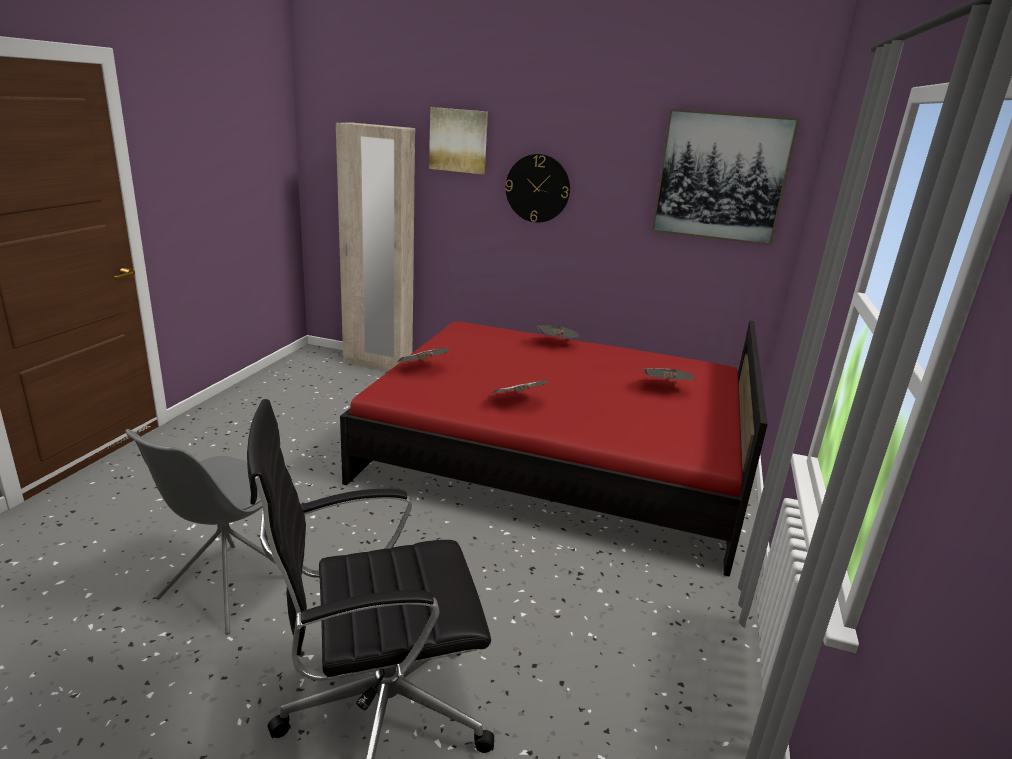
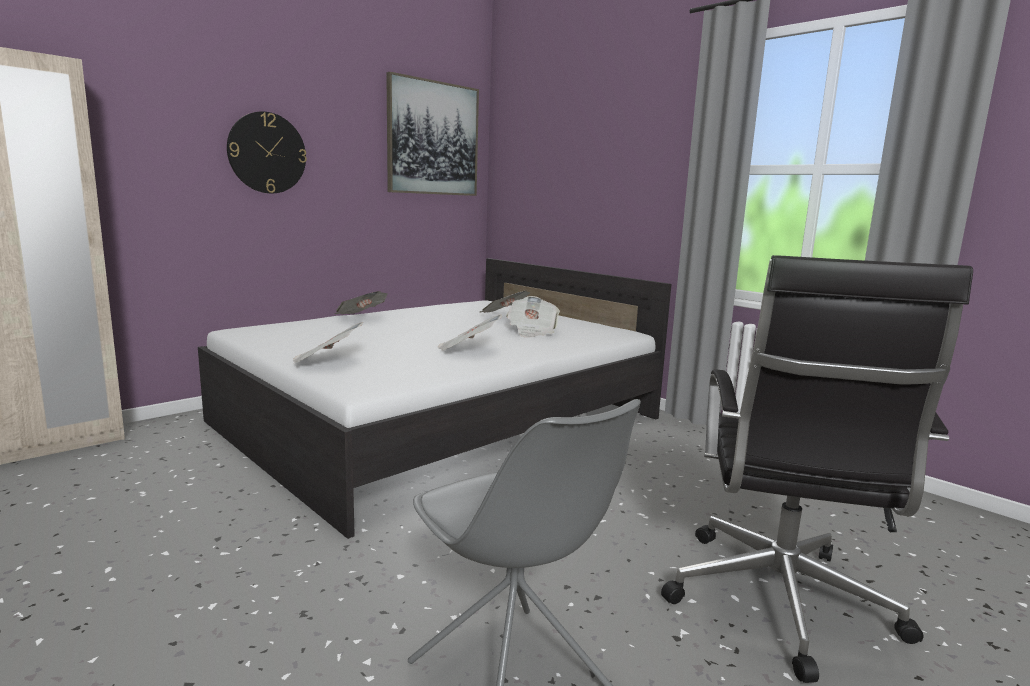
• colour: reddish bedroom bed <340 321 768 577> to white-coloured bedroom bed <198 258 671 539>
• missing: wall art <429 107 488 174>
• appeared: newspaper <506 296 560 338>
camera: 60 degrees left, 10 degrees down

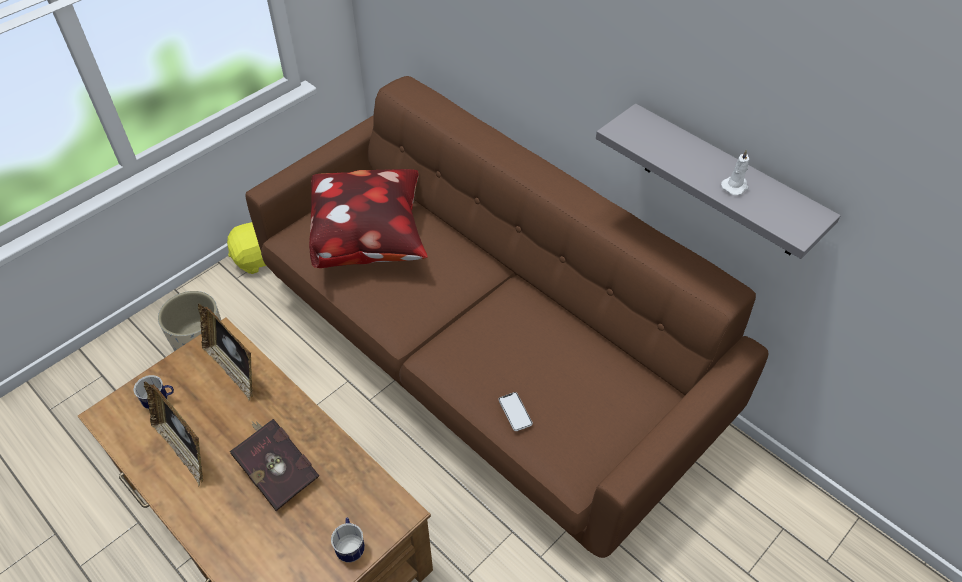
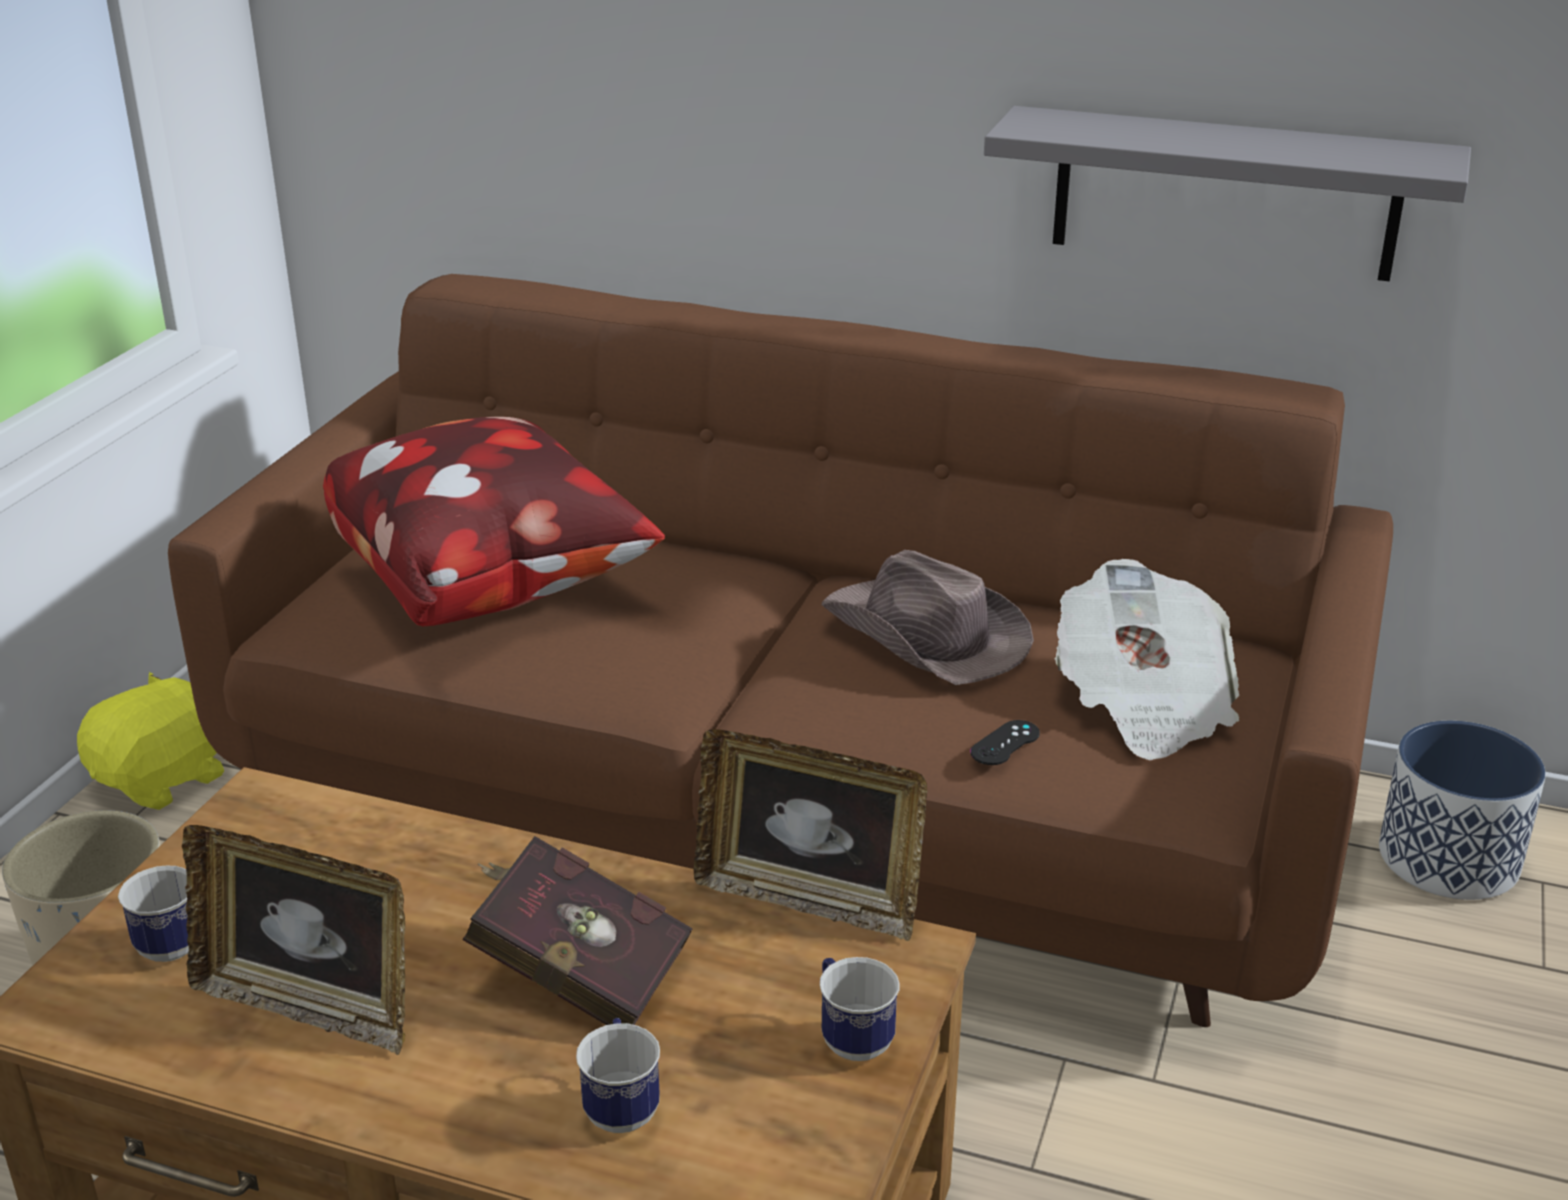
• relocated: photo frame <198 304 253 401> to <694 729 927 941>
• exchanged: phone <498 392 533 431> to black-coloured gamepad <970 720 1040 765>
• missing: white-coloured wax candle <721 149 749 195>
• appeared: coffee mug <576 1018 660 1133>
• appeared: brownish hat <822 550 1034 685>
• appeared: newspaper <1055 559 1239 760>
• appeared: plant pot <1379 721 1546 900>
camera: 25 degrees left, 20 degrees down

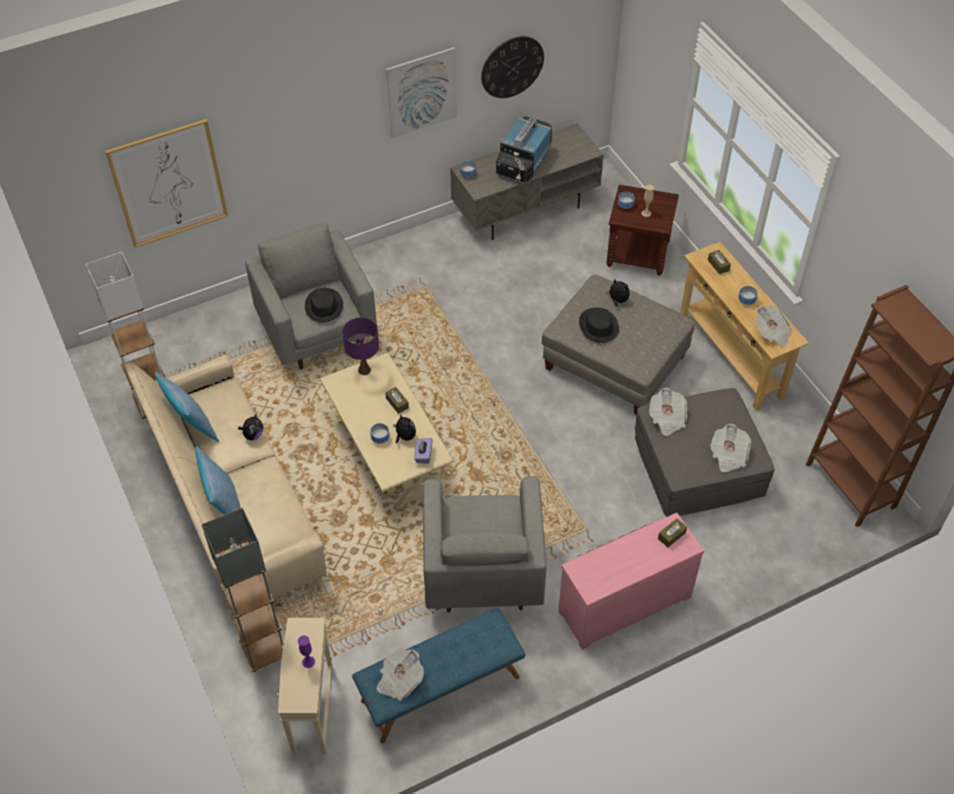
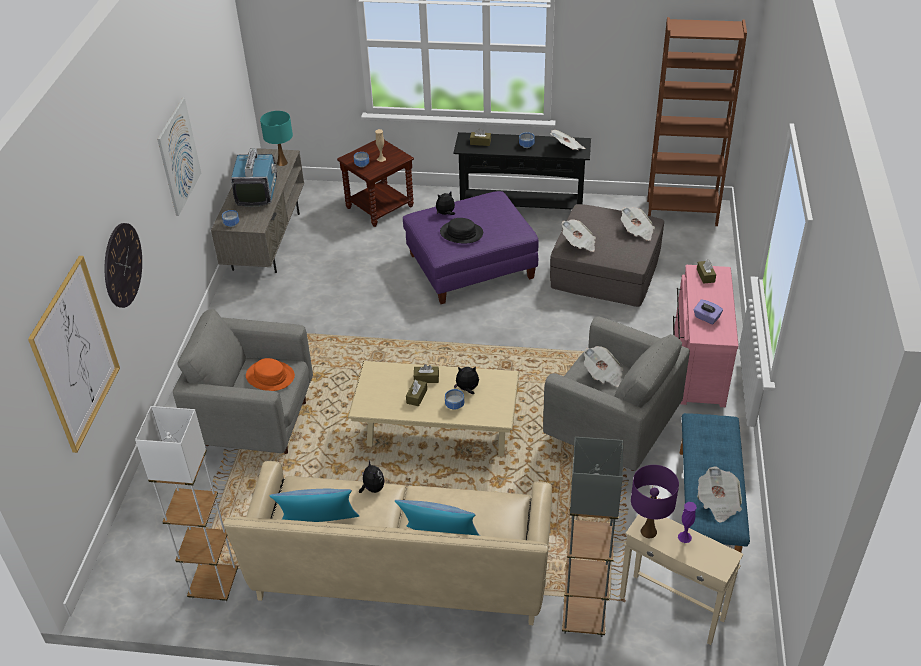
• colour: black-coloured hat <305 288 343 323> to orangey hat <246 358 295 391>
• relocated: purple lamp for a table <342 318 379 375> to <631 465 679 538>
• relocated: purple box of tissues <414 438 432 464> to <694 299 723 325>
• relocated: hanging clock <481 36 544 98> to <105 223 142 308>
• spun: television <496 116 552 183> = <231 148 277 207> 150 degrees counterclockwise
• colour: greyish ottoman <542 275 695 415> to purple ottoman <403 191 538 304>
• colour: beige-coloured narrow table <680 241 809 410> to black-coloured narrow table <454 132 591 209>
• appeared: turquoise lamp for a table <260 111 293 166>
• appeared: brownish box of tissues <406 380 427 406>
• appeared: newspaper <584 346 623 387>
camera: 55 degrees left, 10 degrees down

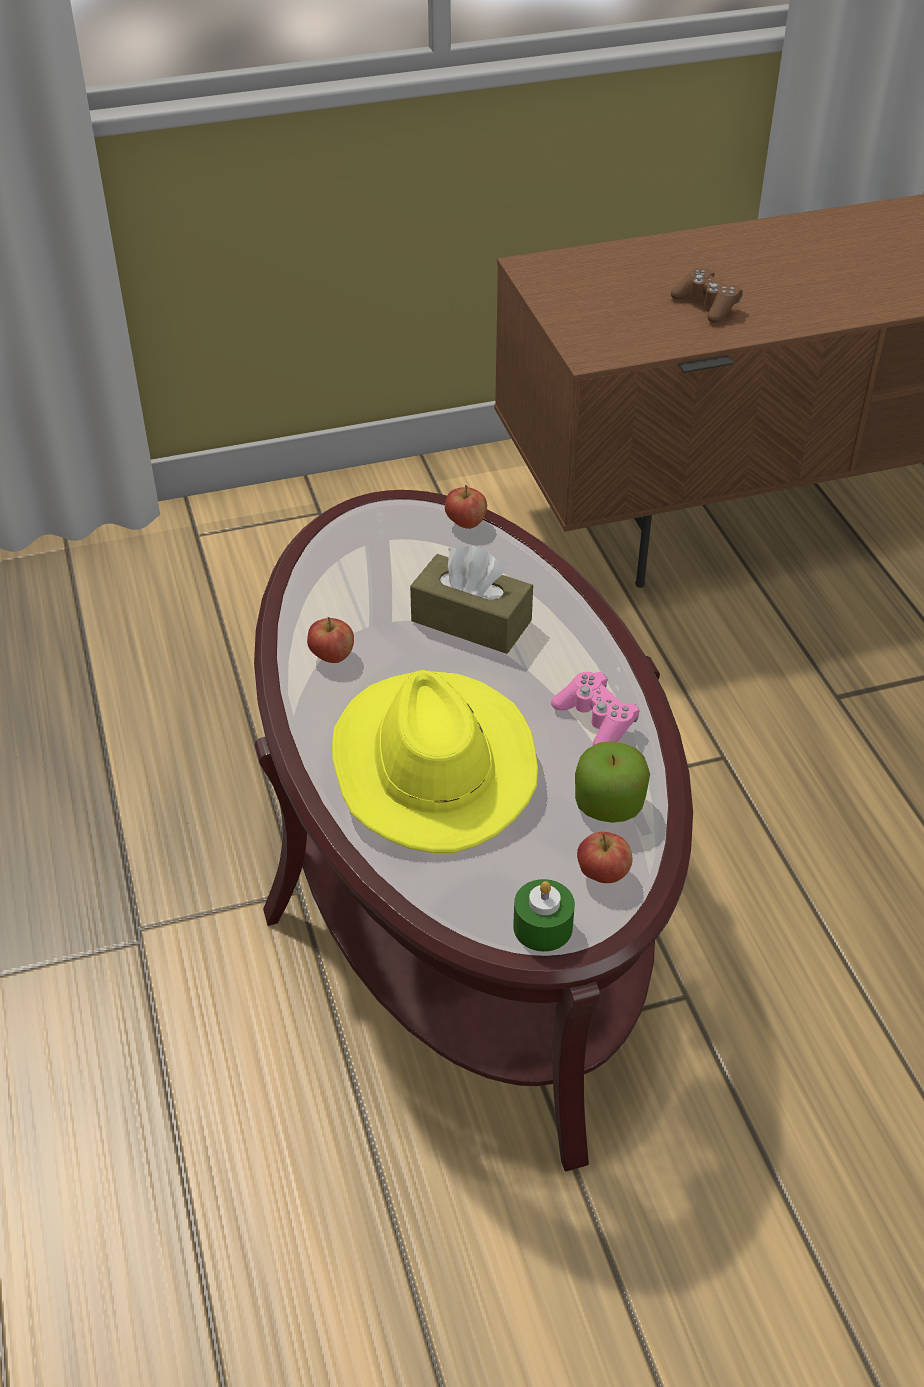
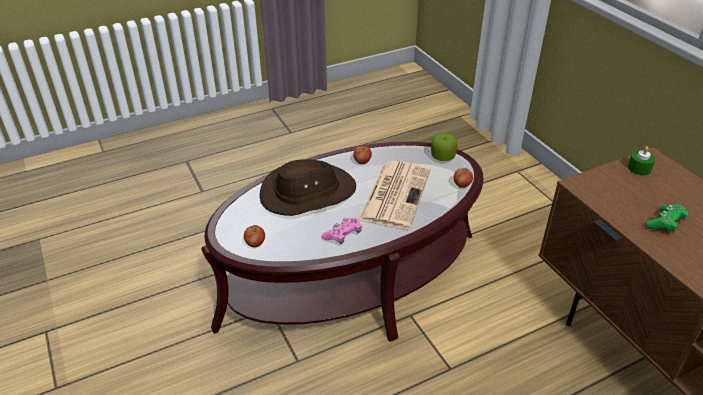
• colour: yellow hat <332 670 538 853> to brownish hat <260 159 356 216>
• exchanged: brownish box of tissues <410 545 533 654> to newspaper <359 161 431 229>
• relocated: greenish wax candle <513 879 575 952> to <628 146 656 176>
• relocated: whole apple <575 741 650 823> to <431 132 458 161>
• colour: brownish gamepad <671 268 743 323> to greenish gamepad <645 204 689 233>
camera: 80 degrees right, 5 degrees down

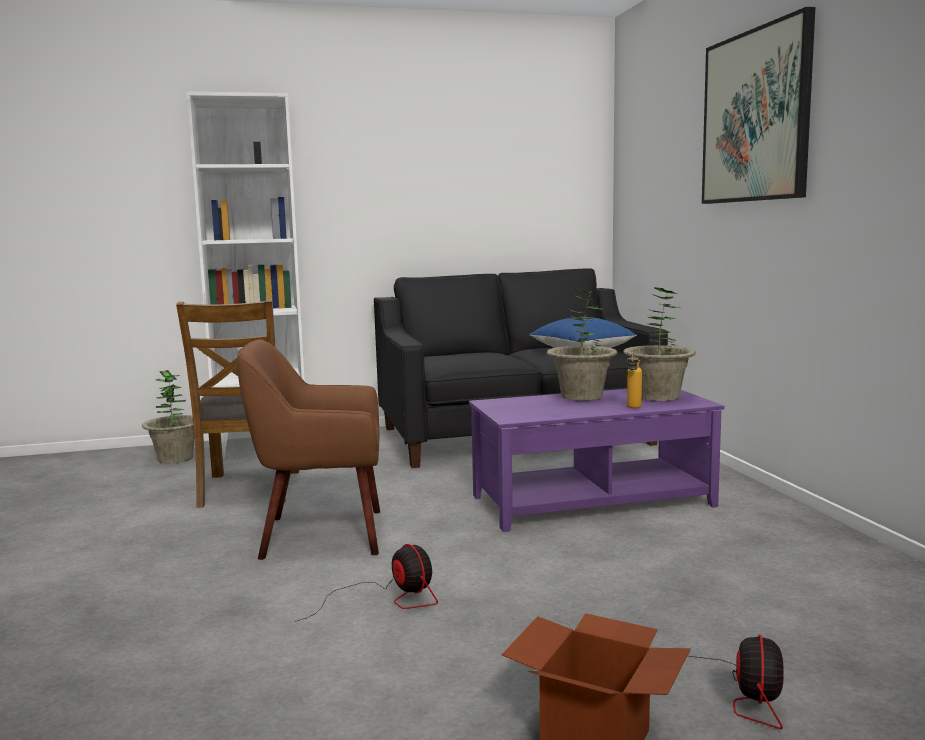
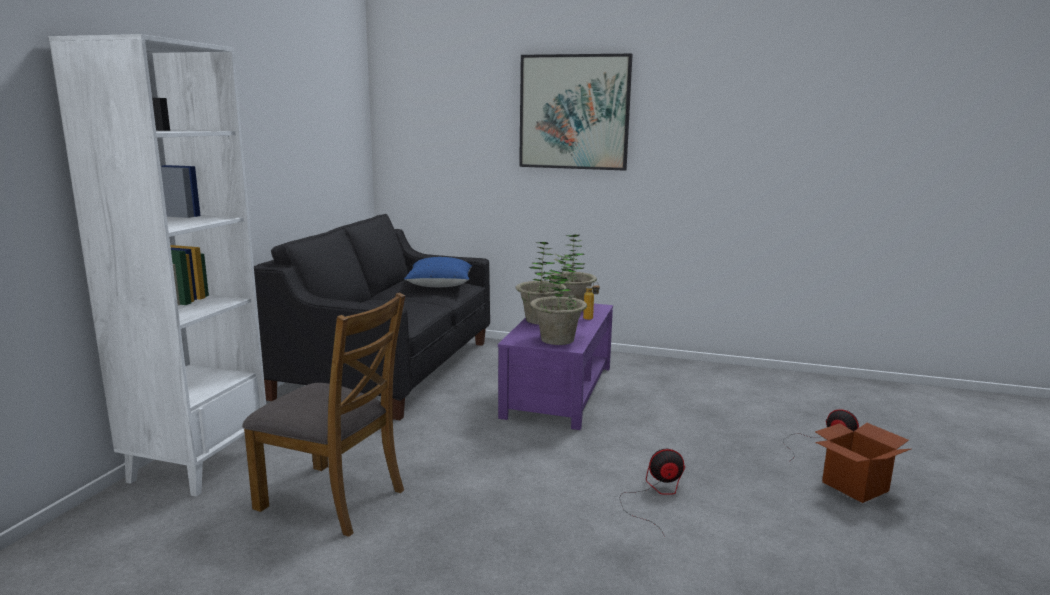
• relocated: potted plant <142 370 195 464> to <530 254 587 345>
• missing: brownish armchair <237 339 380 560>
camera: 60 degrees left, 5 degrees up

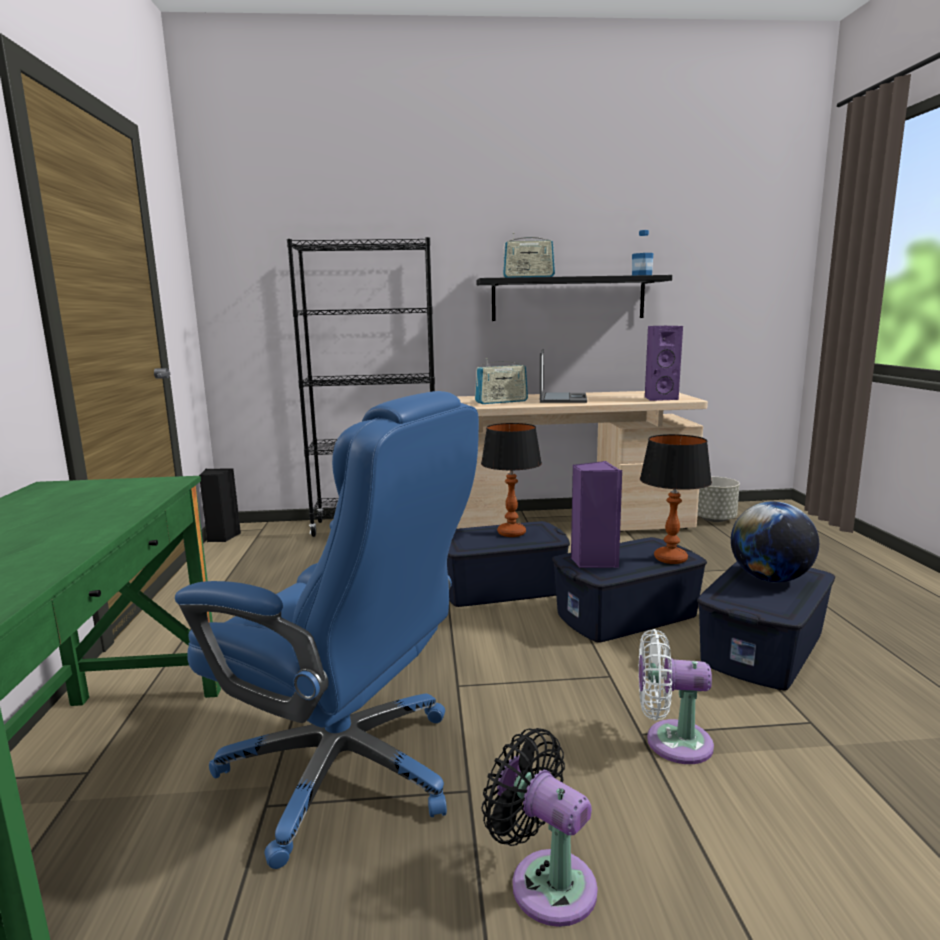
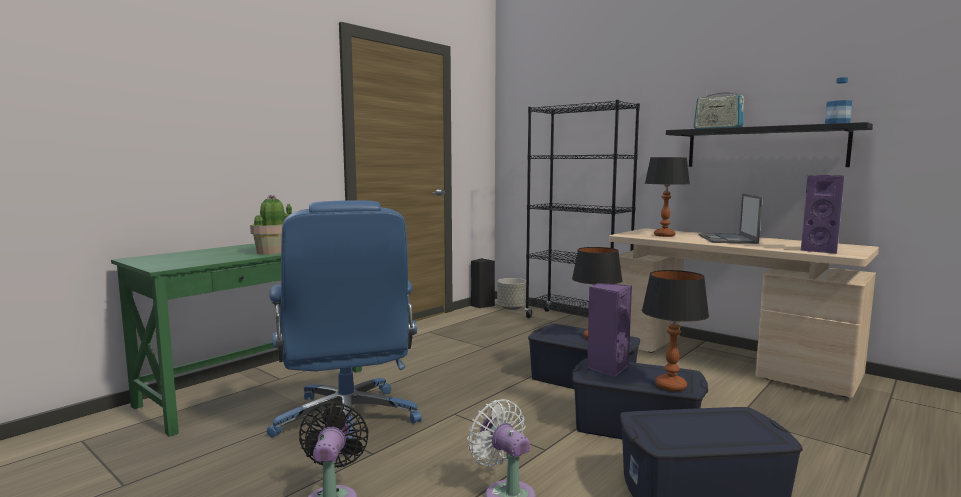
• exchanged: radio set <475 358 528 404> to lamp for a table <645 157 690 237>
• spun: notebook computer <540 349 587 403> = <698 194 762 244> 135 degrees clockwise
• relocated: greyish plant pot <697 477 740 522> to <497 278 526 310>
• missing: desk globe <731 501 819 583>
• appeared: potted plant <250 195 292 255>
camera: 45 degrees right, 5 degrees down

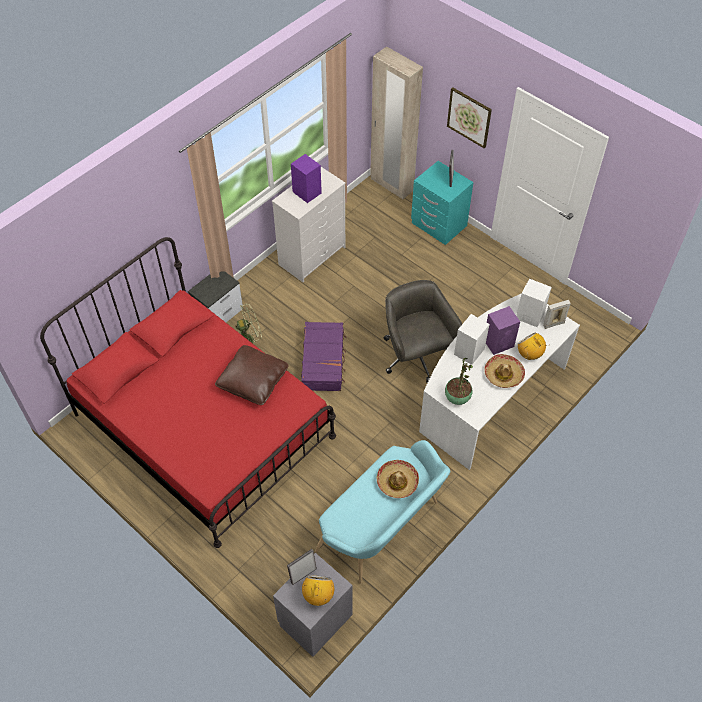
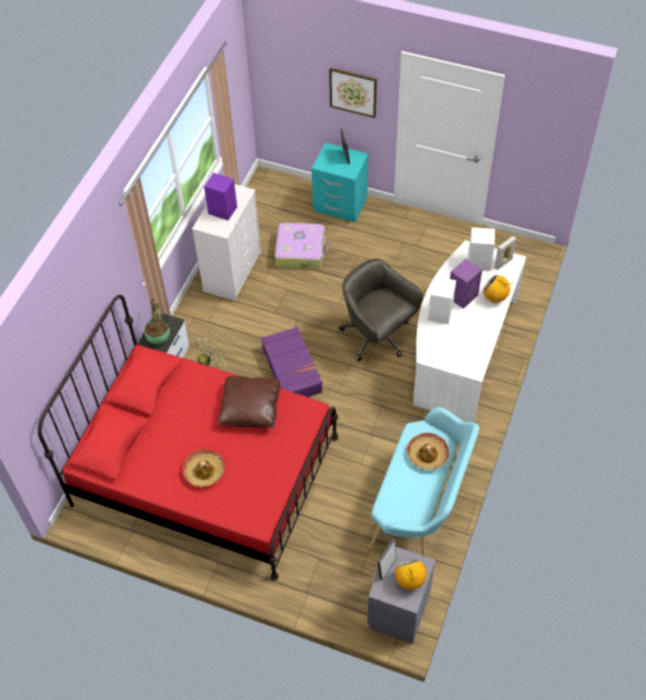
• missing: beige-coloured clothes cupboard <370 46 423 200>
• relocated: potted plant <445 358 473 405> to <144 299 170 344>
• relocated: hat <484 354 525 388> to <182 450 225 487>
• appeared: travel case <275 223 329 269>
camera: 20 degrees left, 0 degrees up

